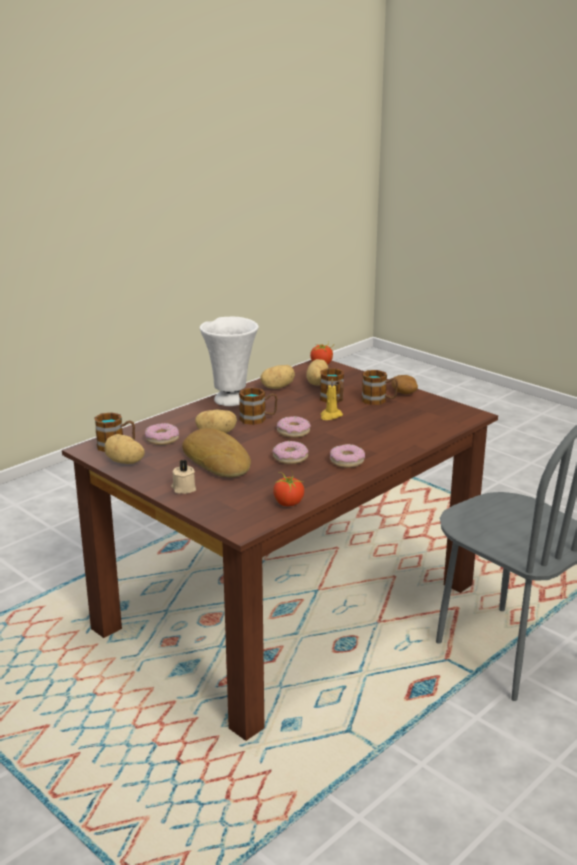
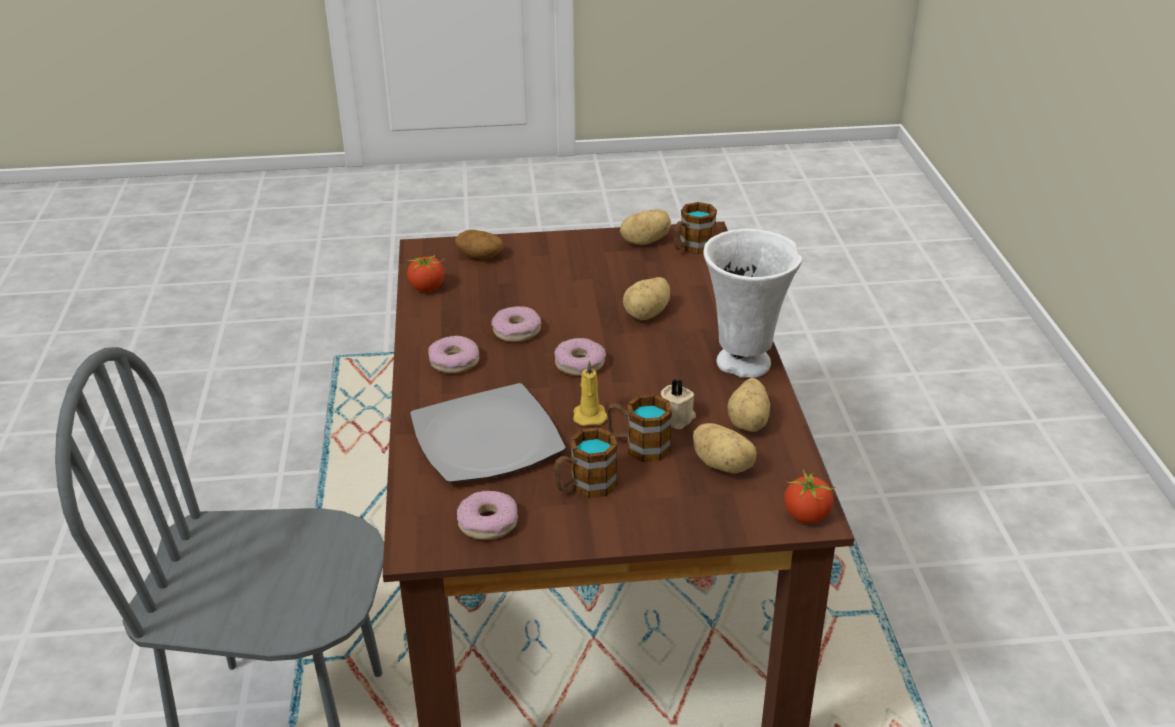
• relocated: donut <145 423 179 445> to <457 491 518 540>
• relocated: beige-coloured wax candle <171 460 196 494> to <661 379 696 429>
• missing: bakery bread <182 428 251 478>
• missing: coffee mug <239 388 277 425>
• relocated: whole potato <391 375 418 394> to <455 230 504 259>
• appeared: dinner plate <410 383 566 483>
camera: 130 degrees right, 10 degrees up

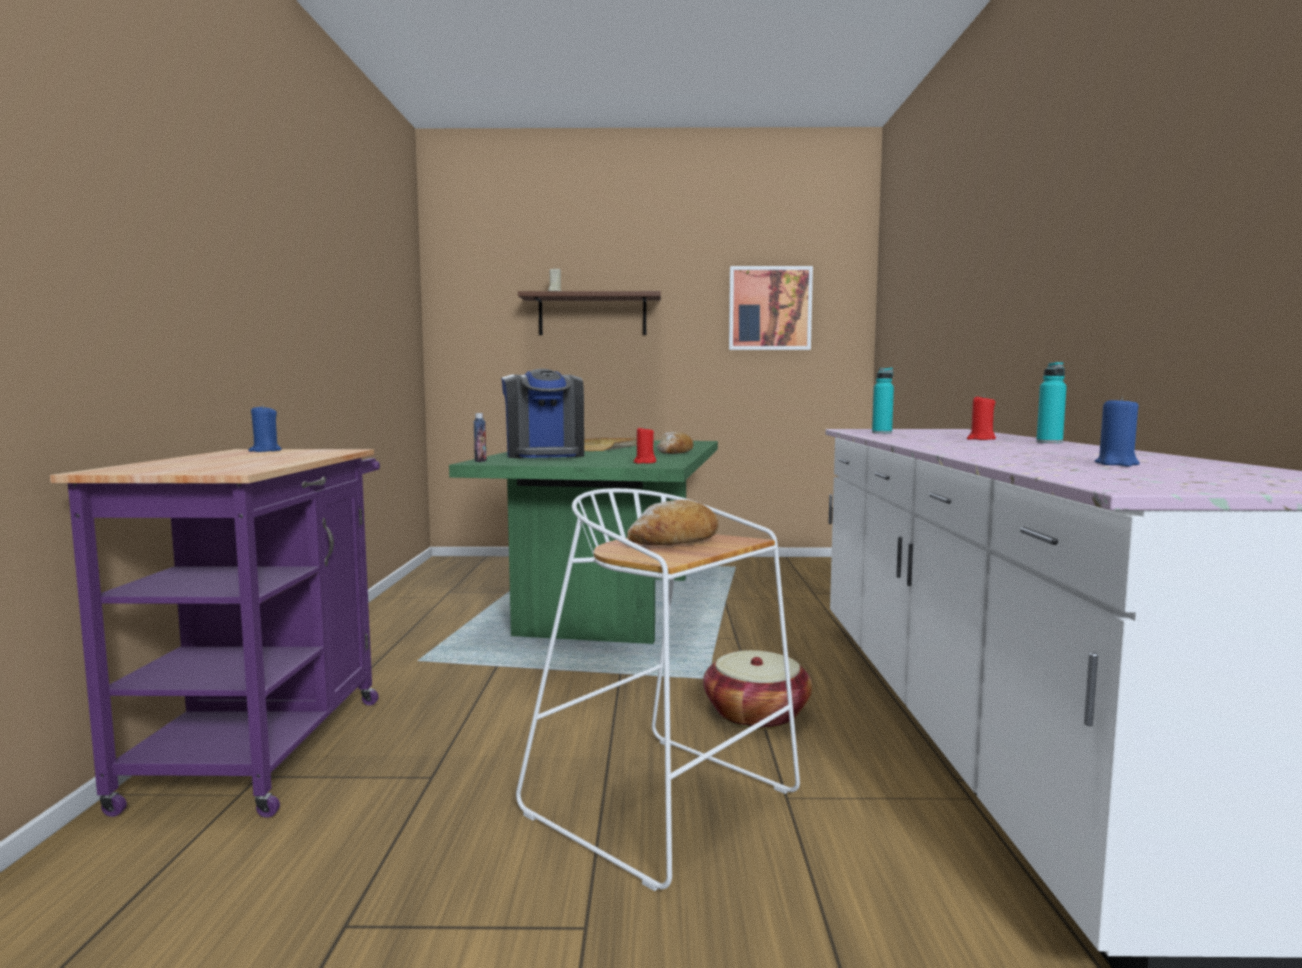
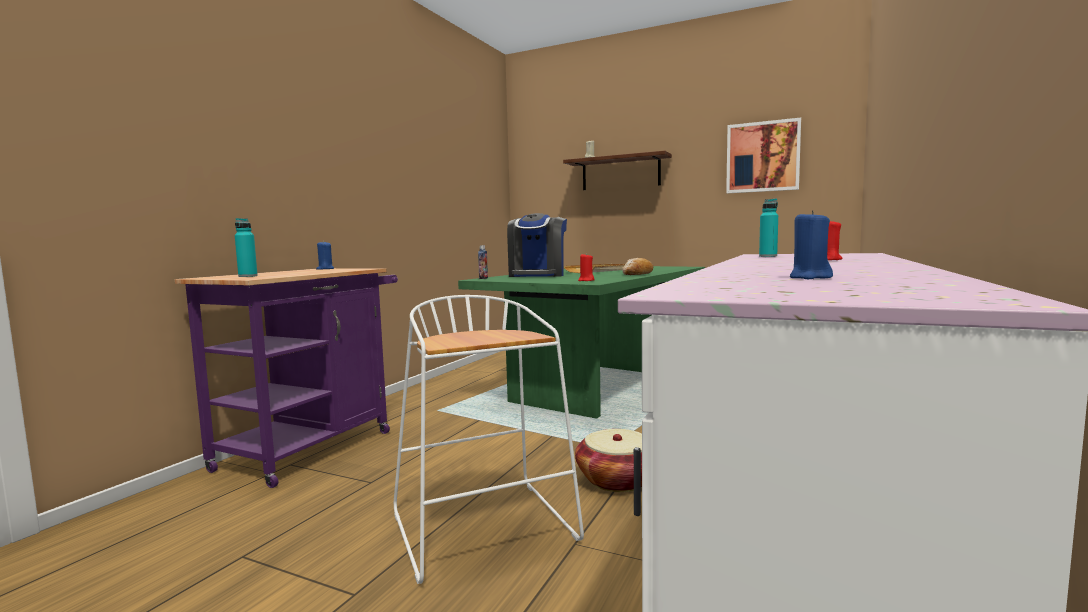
• missing: bakery bread <627 500 718 545>
• relocated: turquoise bottle <1036 362 1067 443> to <235 218 258 277>
camera: 25 degrees right, 0 degrees up

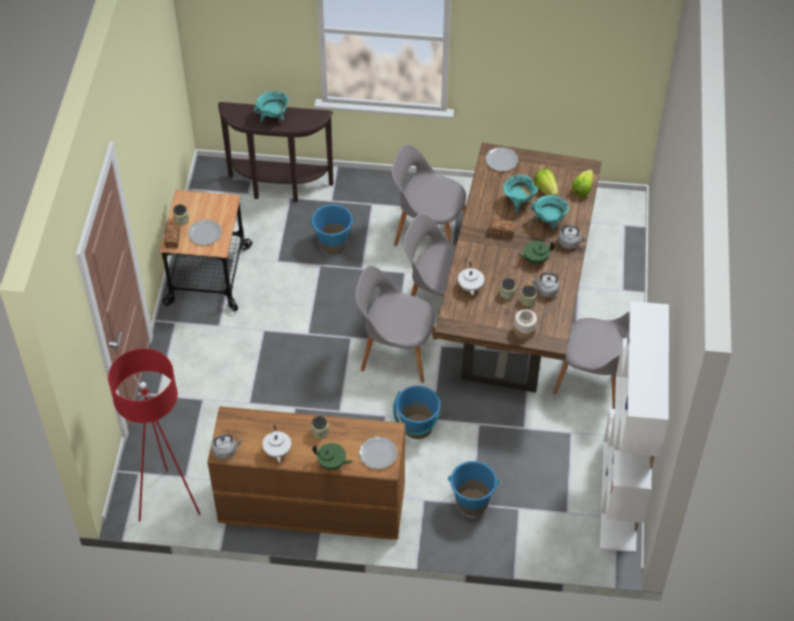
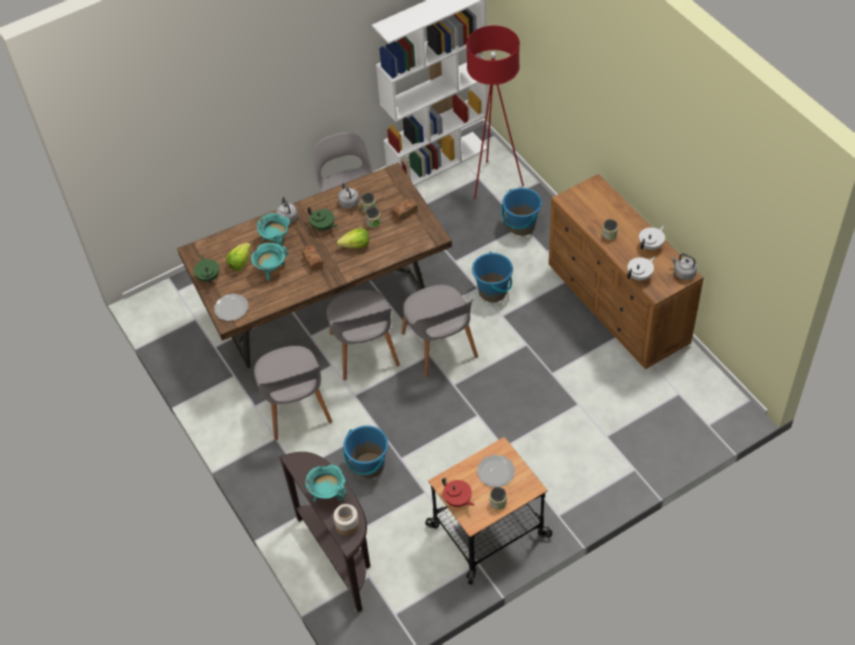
• relocated: reddish standard lamp <108 348 200 522> to <466 26 524 199>
• relocated: bakery bread <164 222 180 248> to <391 198 418 221>
• relocated: greenish tea pot <312 443 353 470> to <194 255 219 284>
• missing: dinner plate <359 436 398 469>
• relocated: white-coloured tea pot <458 261 484 295> to <627 257 655 281>
• relocated: preserve jar <514 309 537 339> to <333 504 359 536>
• relocated: lettuce head <571 170 593 197> to <337 228 369 248>
• appeared: reddish tea pot <442 478 474 507>
camera: 125 degrees left, 0 degrees up

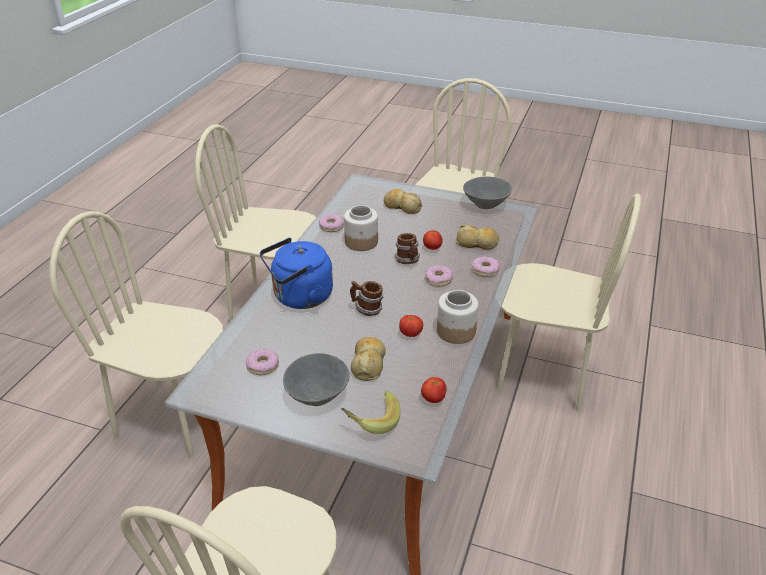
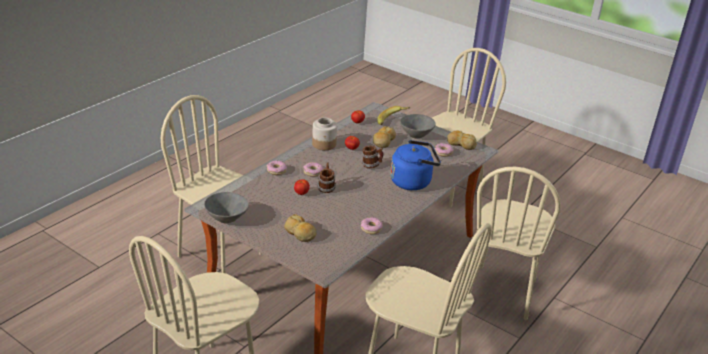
• spun: beige-coloured chair <49 211 223 457> = <471 167 561 320> 75 degrees clockwise
• missing: preserve jar <344 205 378 251>
• relocated: bakery bread <456 225 500 250> to <447 130 477 150>
camera: 165 degrees left, 5 degrees down

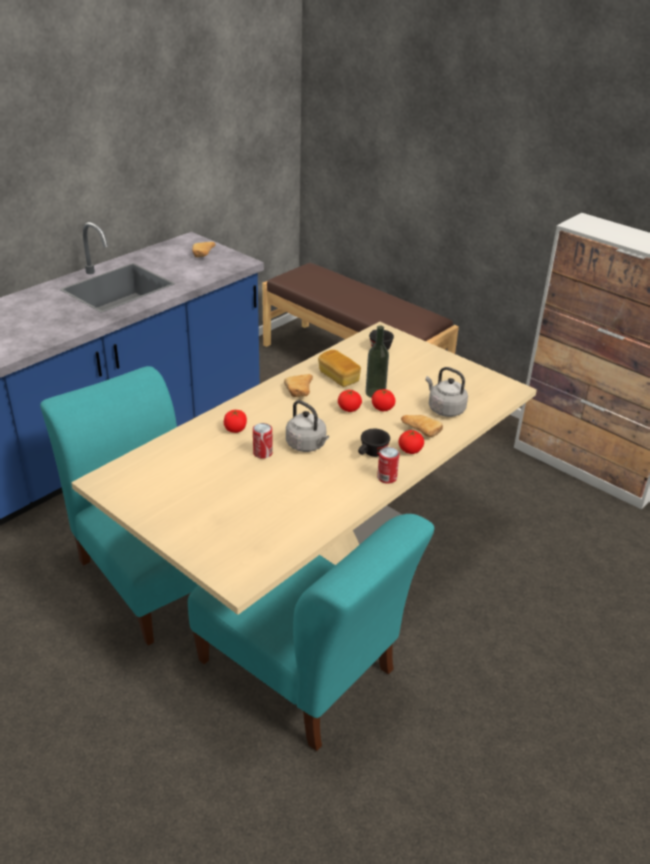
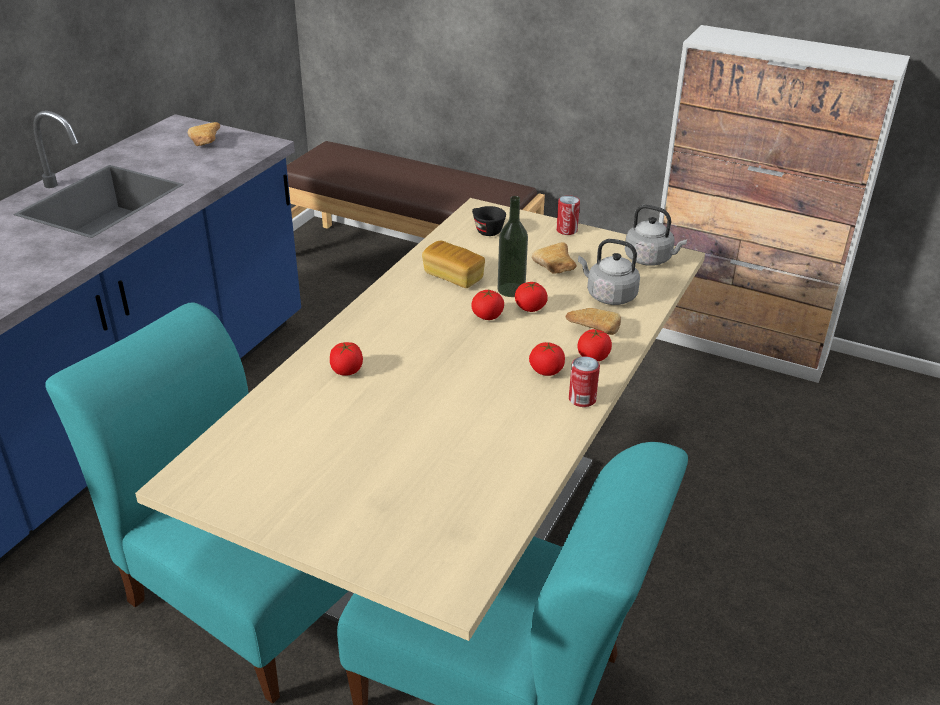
• relocated: can <253 423 273 459> to <556 195 580 235>
• relocated: bakery bread <284 374 313 397> to <532 242 577 274>
• relocated: greyish water kettle <286 400 329 452> to <625 205 687 266>
• exchanged: black-coloured small cup <358 429 390 457> to tomato <529 342 565 376>
camera: 15 degrees left, 0 degrees up

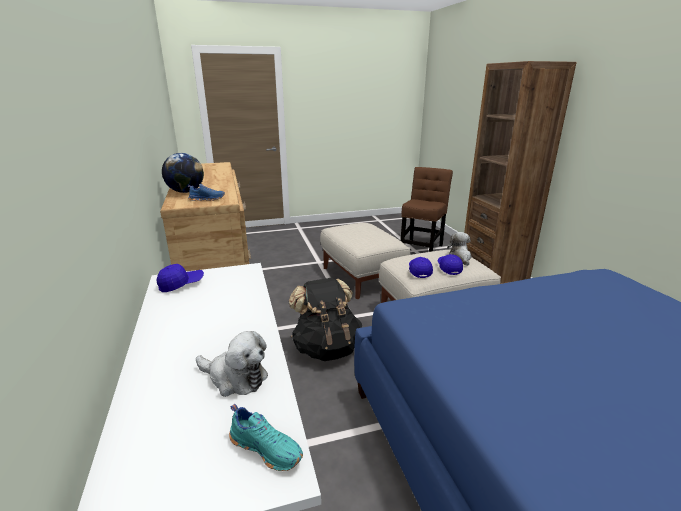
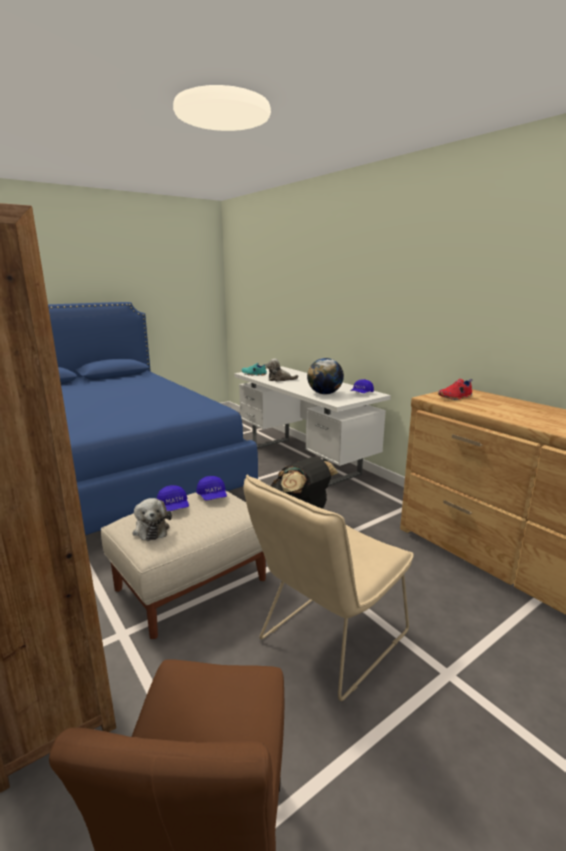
• relocated: desk globe <162 153 204 193> to <307 358 344 394>
• colour: blue-coloured low shoe <188 184 225 201> to reddish low shoe <438 379 472 400>
• exchanged: beige-coloured ottoman <320 223 410 299> to beige-coloured chair <243 475 414 701>
camera: 160 degrees right, 5 degrees down

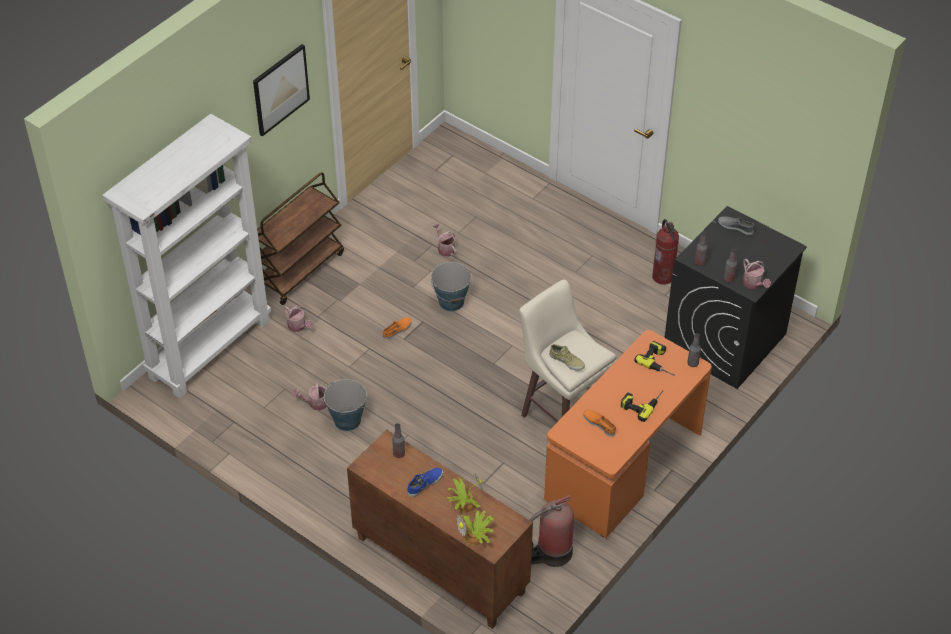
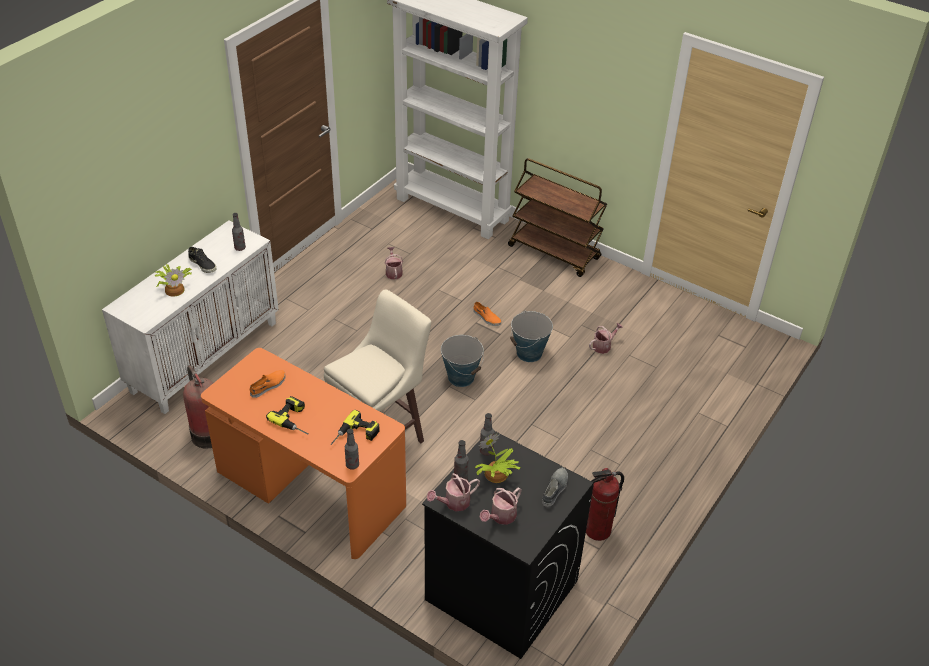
• missing: wall art <253 44 310 136>
• relocated: watering can <284 306 313 332> to <479 487 522 525>
• relocated: water bucket <324 379 368 431> to <441 335 484 387>
• colour: brownish cupboard <347 430 533 629> to white-coloured cupboard <102 220 279 414>
• colour: blue-coloured low shoe <407 468 443 497> to black-coloured low shoe <188 247 217 273>
• relocated: potted plant <457 510 494 546> to <474 434 521 483>
• missing: beige-coloured low shoe <549 344 585 371>
camera: 85 degrees right, 5 degrees down

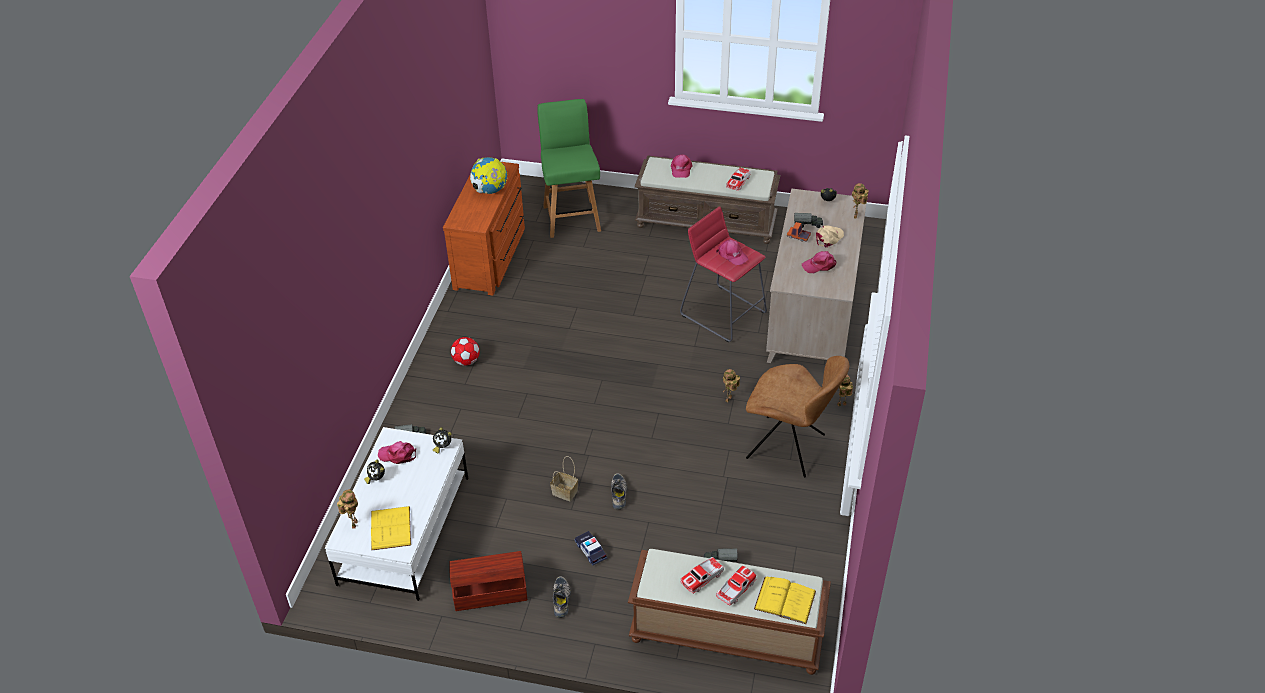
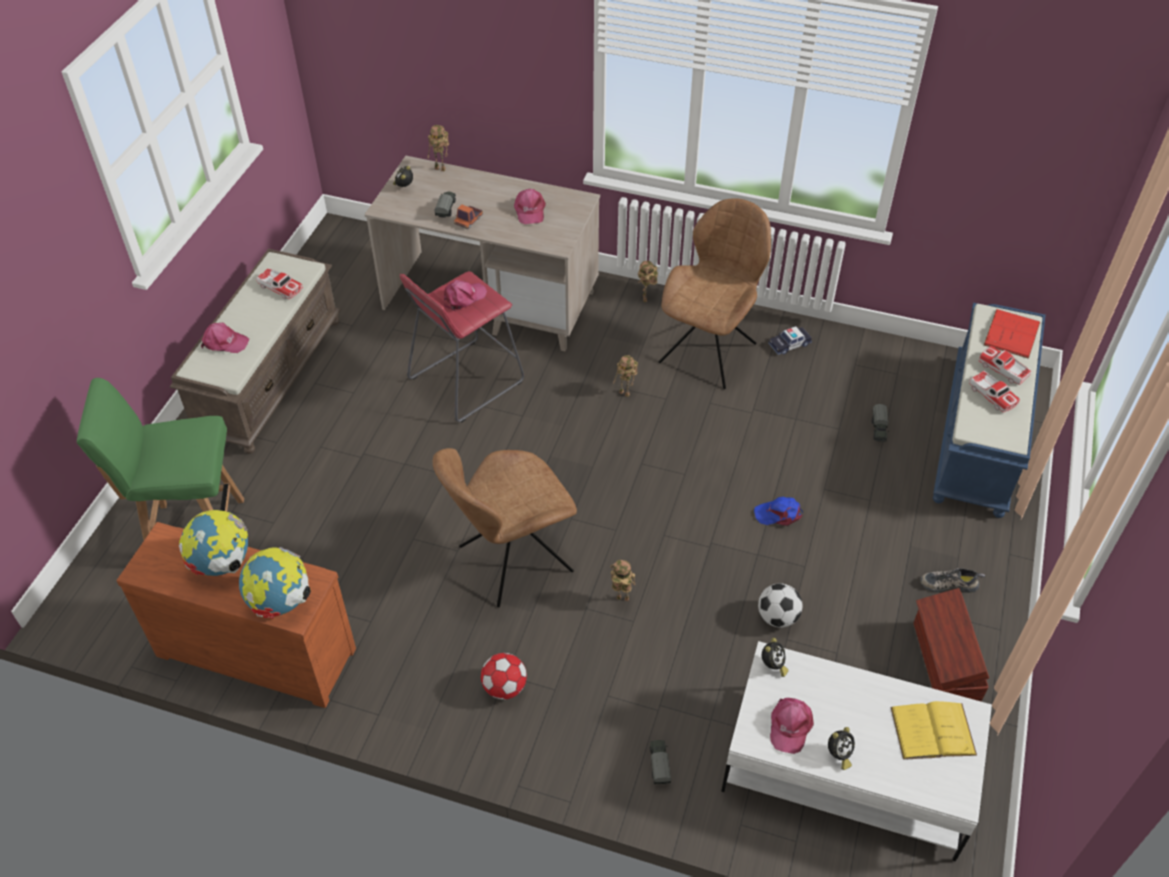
• relocated: toy robot <337 489 358 529> to <611 560 635 601>
• missing: basket <550 456 578 501>
• relocated: toy car <574 531 607 565> to <768 326 812 355>
• exchanged: low shoe <611 473 627 510> to blue-coloured cap <754 497 803 526>
• colour: brownish indoor bench <628 549 831 675> to blue-coloured indoor bench <933 303 1046 518>
• colour: yellow book <754 577 816 624> to reddish book <984 309 1040 359>
• missing: beige-coloured cap <816 226 844 248>
• appeared: desk globe <239 547 311 619>
• appeared: brownish chair <433 448 577 607>
• appeared: ball for football <758 583 802 628>
camera: 85 degrees left, 5 degrees up

